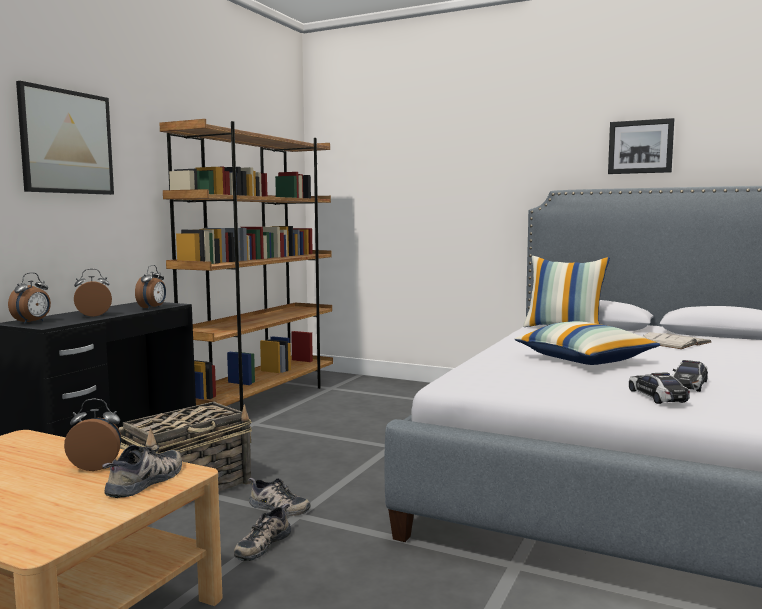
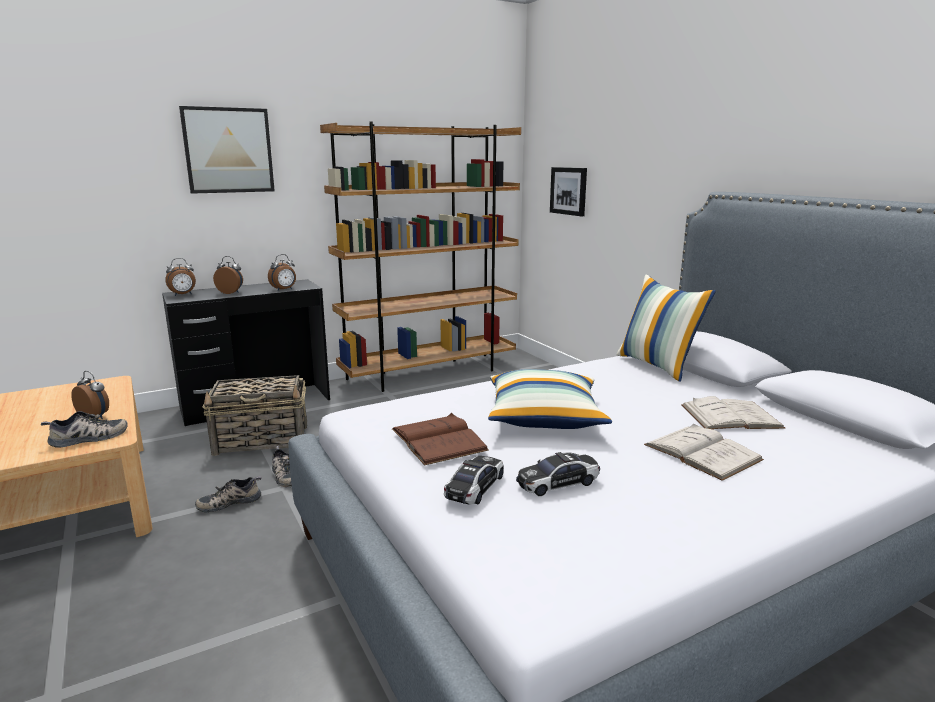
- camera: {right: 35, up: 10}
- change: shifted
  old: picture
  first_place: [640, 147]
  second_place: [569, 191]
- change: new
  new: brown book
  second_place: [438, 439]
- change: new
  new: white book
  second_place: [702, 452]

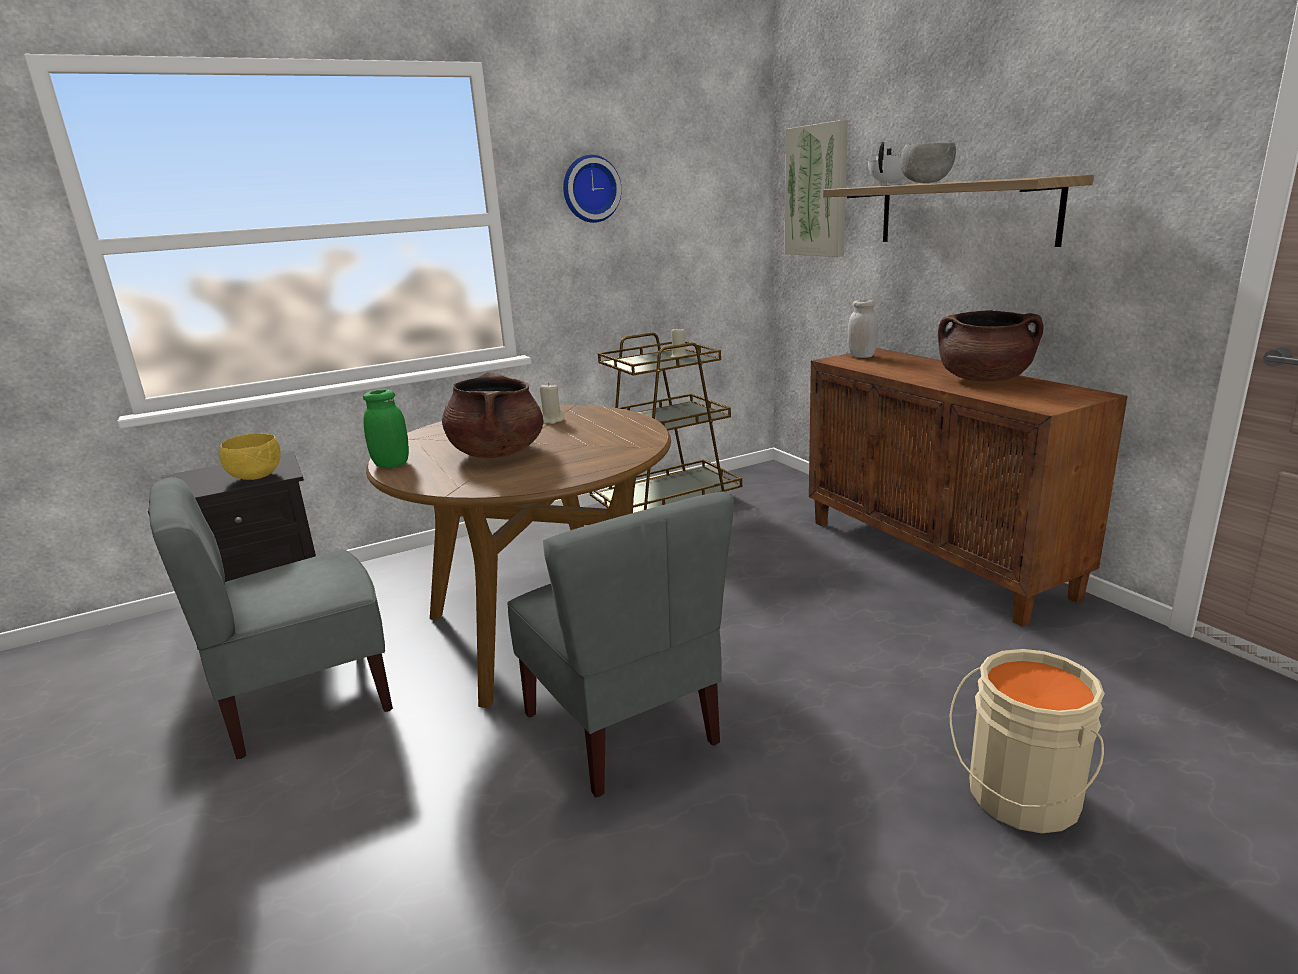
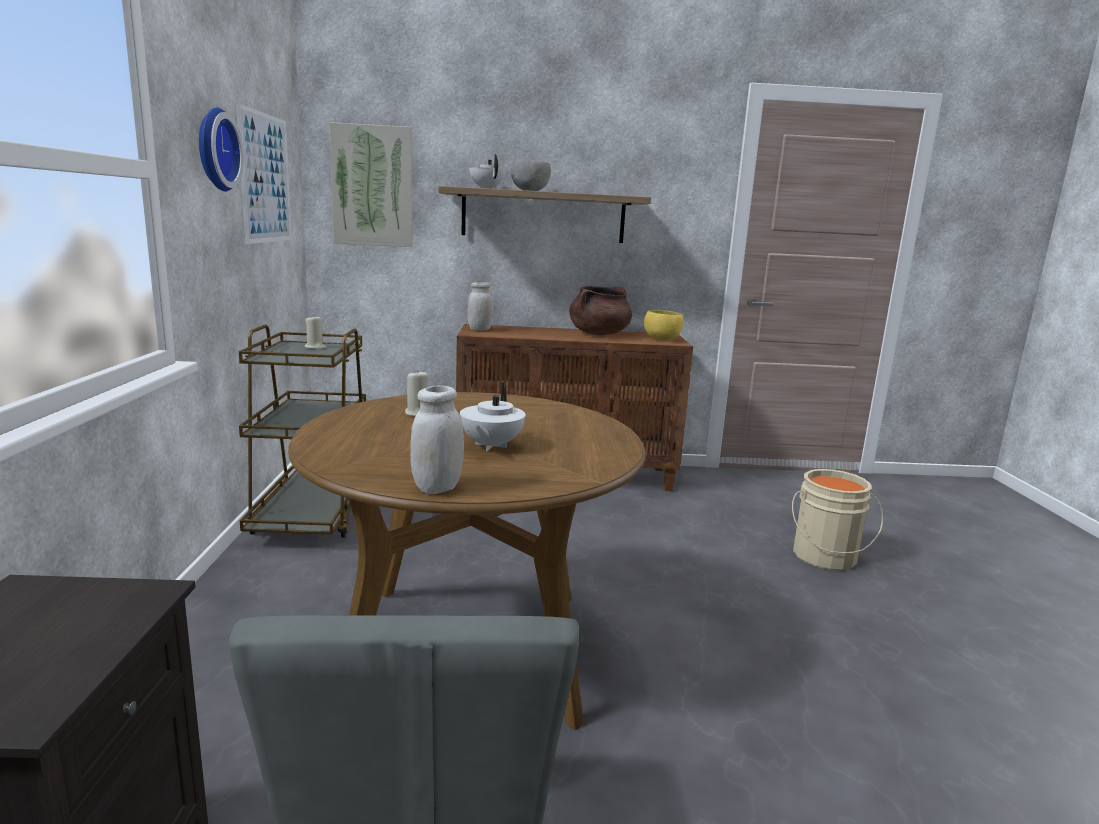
- camera: {right: -65, up: -5}
- change: shifted
  old: yellow bowl
  first_place: [257, 477]
  second_place: [661, 339]
- change: repainted
  old: green jar
  new: white jar
  first_place: [391, 464]
  second_place: [437, 488]
- change: swapped
  old: brown cooking pot
  new: white teapot
  first_place: [497, 453]
  second_place: [490, 446]
- change: gone
  old: grey chair
  first_place: [623, 728]
- change: new
  new: picture
  second_place: [265, 178]

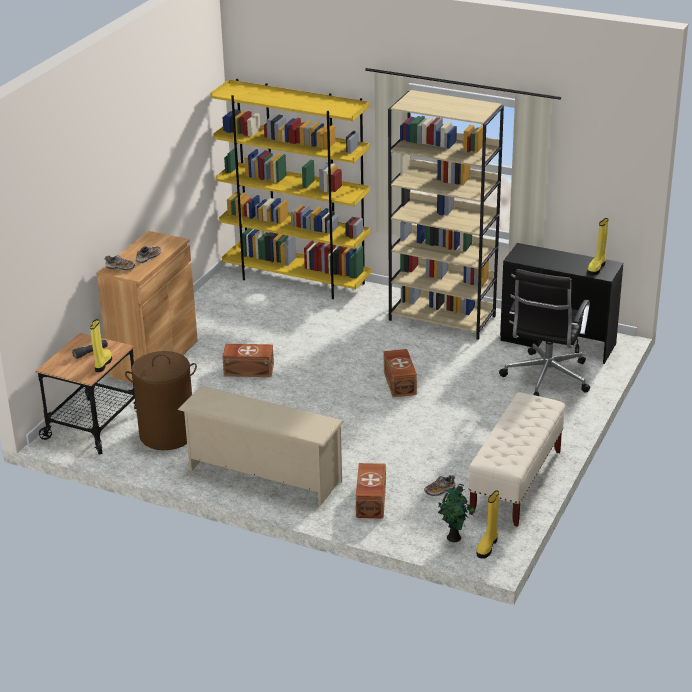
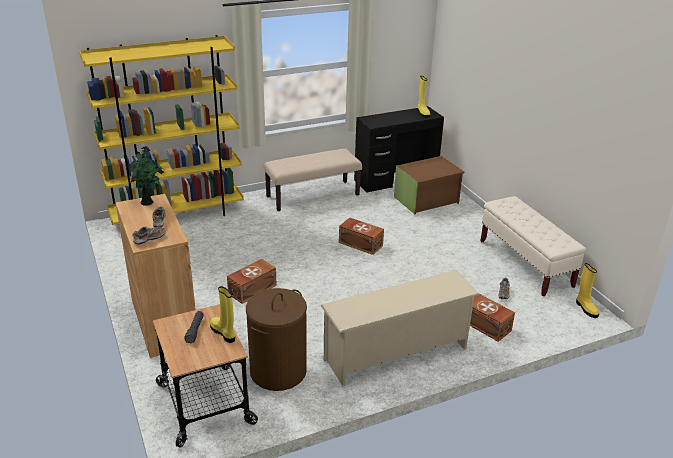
- camera: {right: -50, up: 0}
- change: swapped
  old: beige bookcase
  new: beige bench
  first_place: [443, 318]
  second_place: [313, 195]
- change: shifted
  old: potted plant
  first_place: [455, 538]
  second_place: [148, 202]
- change: swapped
  old: black office chair
  new: brown storage box
  first_place: [546, 378]
  second_place: [427, 200]

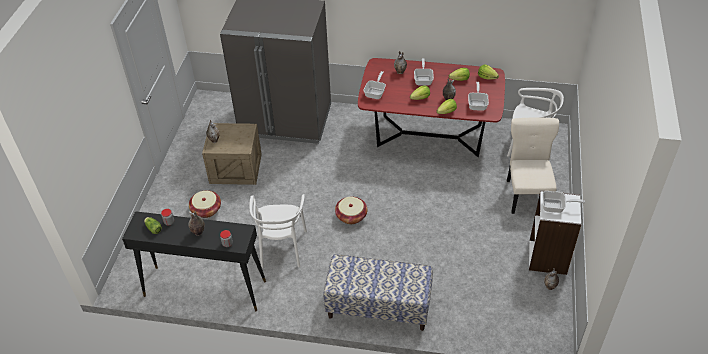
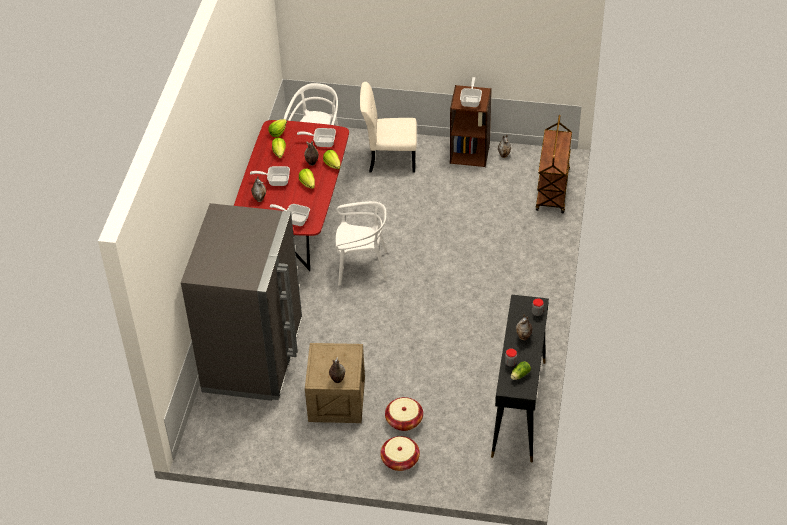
- camera: {right: -90, up: 0}
- change: shifted
  old: white chair
  first_place: [281, 248]
  second_place: [361, 267]
- change: gone
  old: bench
  first_place: [378, 307]
- change: shifted
  old: basket
  first_place: [351, 216]
  second_place: [400, 460]
- change: repainted
  old: white bookcase
  new: brown bookcase
  first_place: [548, 257]
  second_place: [470, 153]
- change: new
  new: brown cart
  second_place: [553, 191]

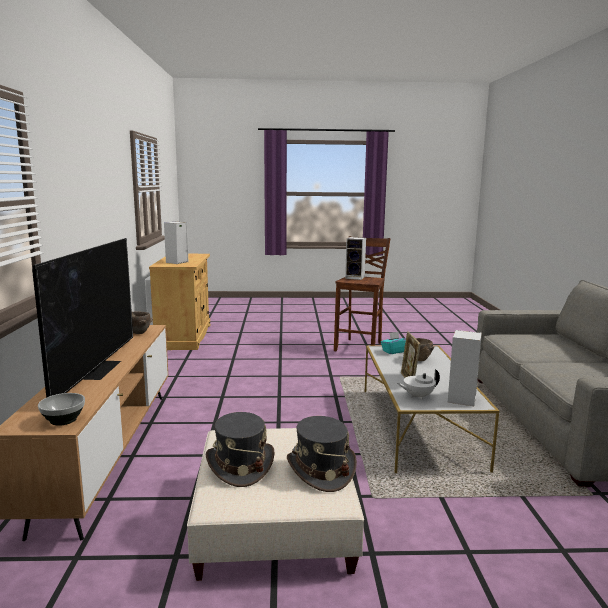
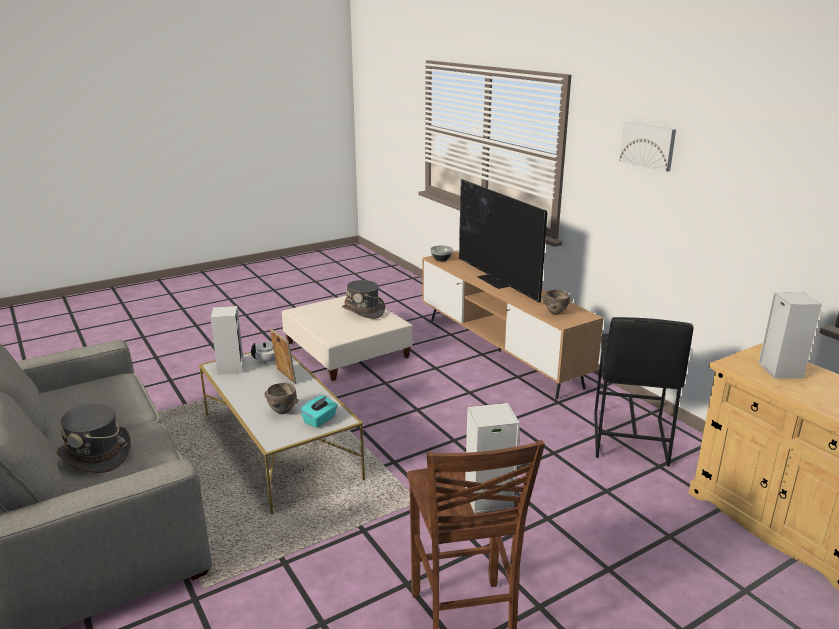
- camera: {right: 150, up: 10}
- change: shifted
  old: grey hat
  first_place: [320, 470]
  second_place: [96, 454]
- change: new
  new: black stool
  second_place: [628, 438]
- change: new
  new: picture
  second_place: [648, 145]

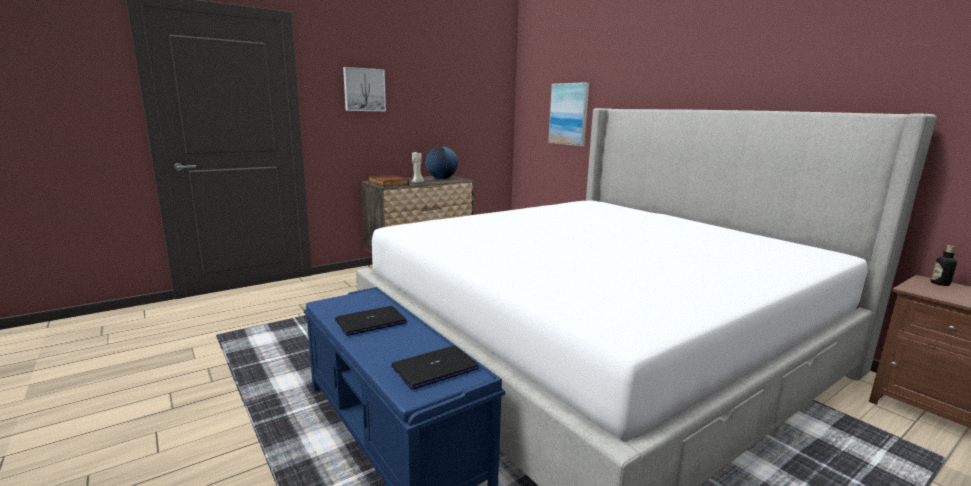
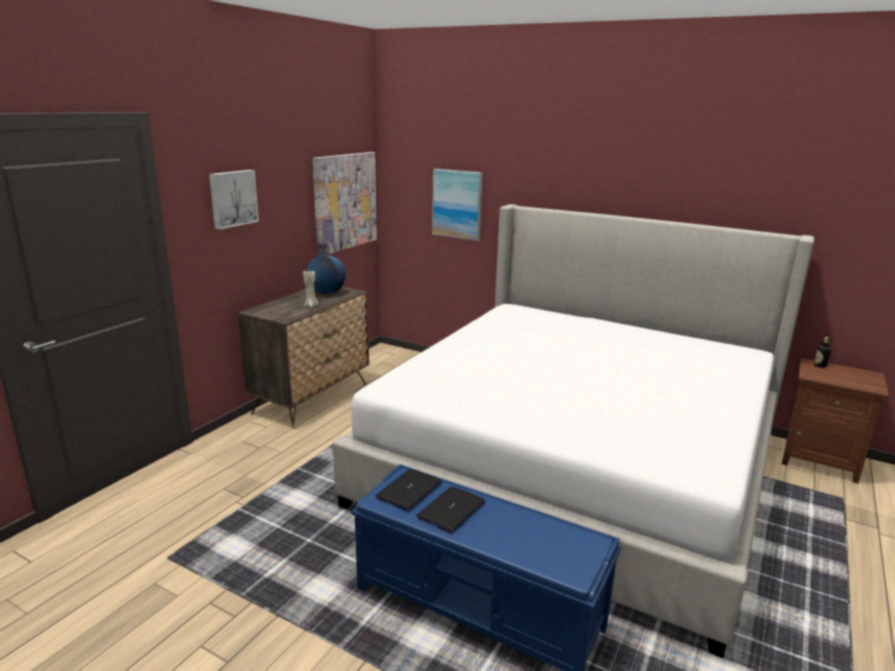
- camera: {right: -25, up: 5}
- change: gone
  old: book
  first_place: [387, 183]
- change: shifted
  old: laptop
  first_place: [435, 368]
  second_place: [409, 490]
- change: new
  new: picture
  second_place: [344, 202]

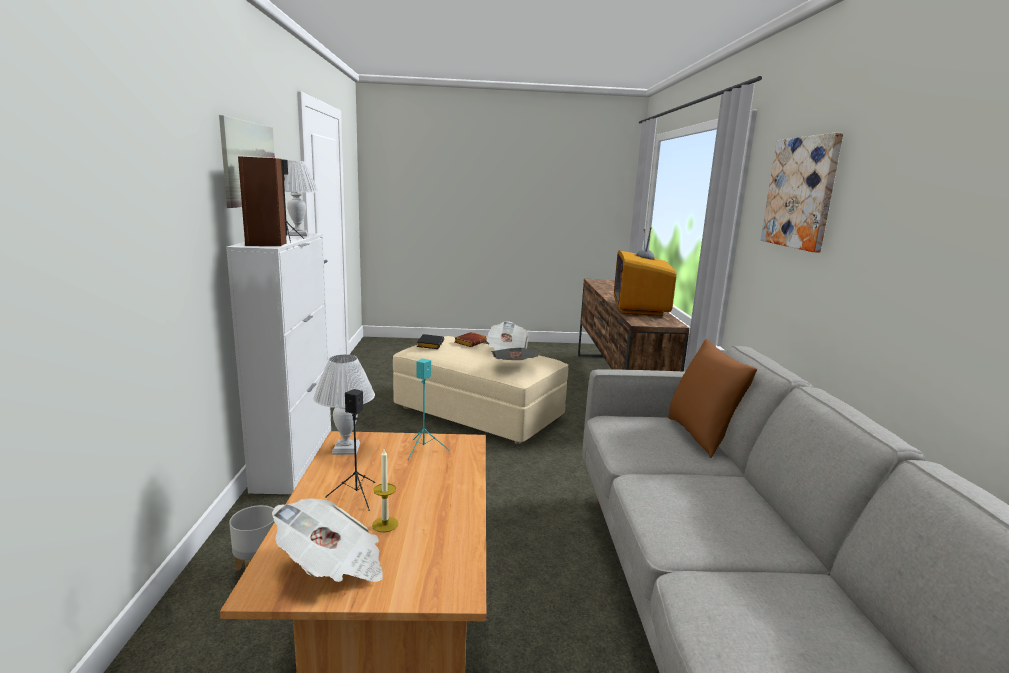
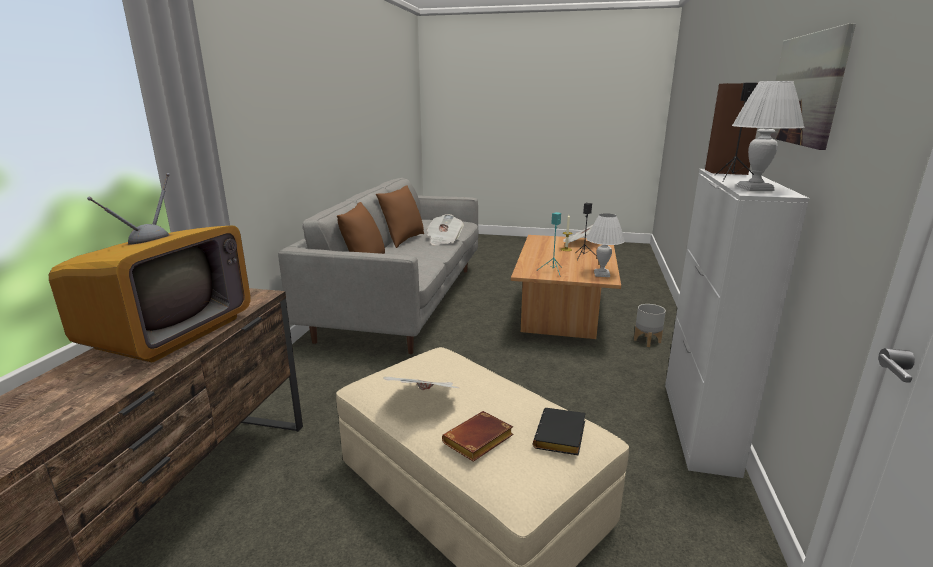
- camera: {right: -165, up: 5}
- change: shifted
  old: newspaper
  first_place: [514, 367]
  second_place: [444, 240]
- change: gone
  old: picture
  first_place: [801, 193]
- change: new
  new: brown pillow
  second_place: [402, 240]

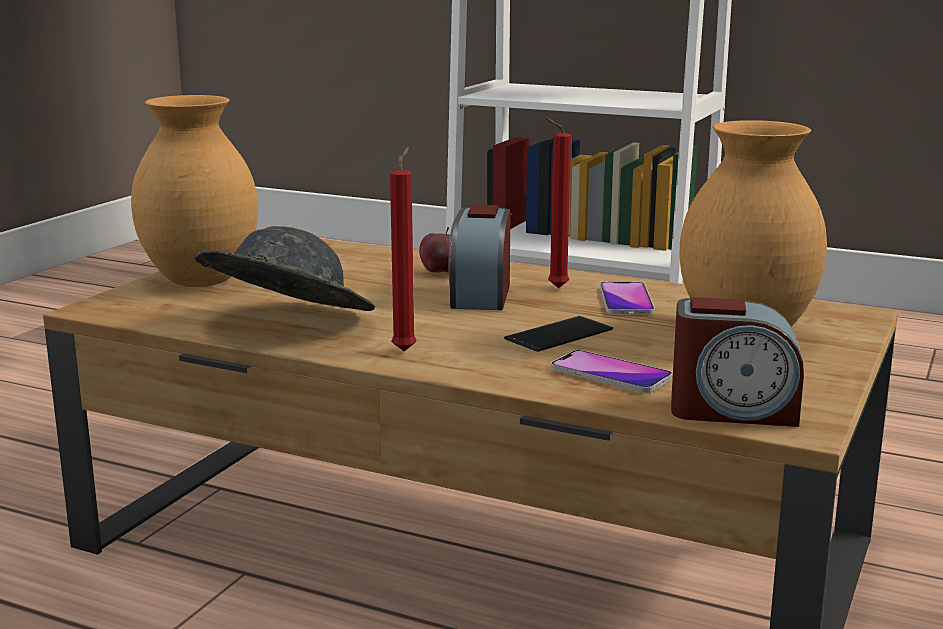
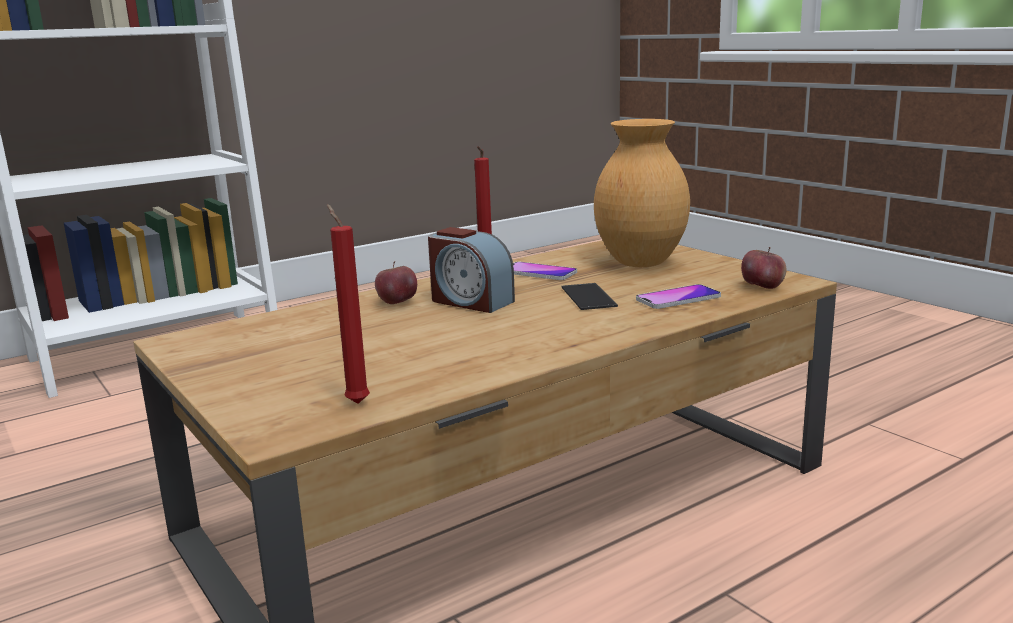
- camera: {right: -60, up: 0}
- change: gone
  old: brown vase
  first_place: [201, 282]
- change: gone
  old: grey hat
  first_place: [285, 326]
- change: shifted
  old: red candle
  first_place: [406, 350]
  second_place: [356, 402]
- change: swapped
  old: alarm clock
  new: apple
  first_place: [733, 410]
  second_place: [762, 287]

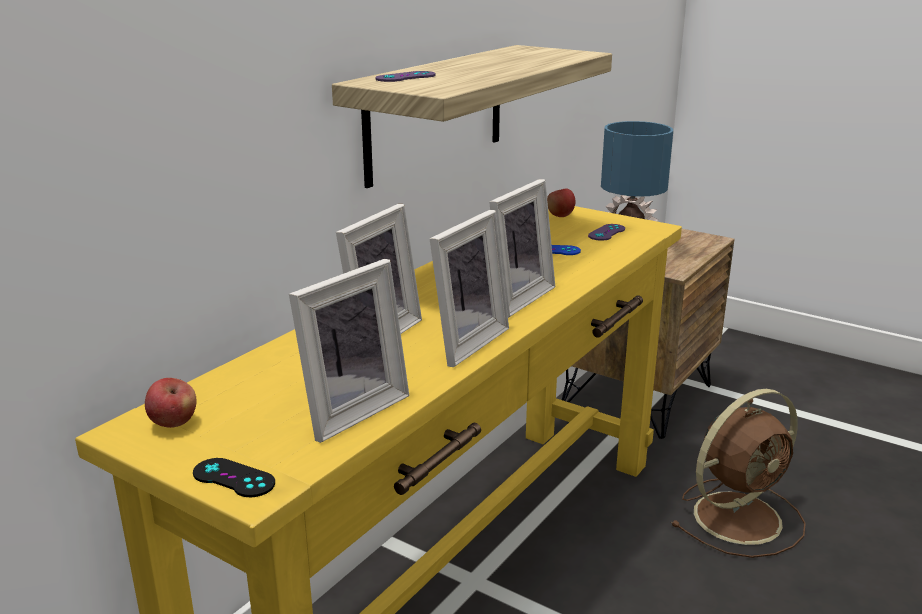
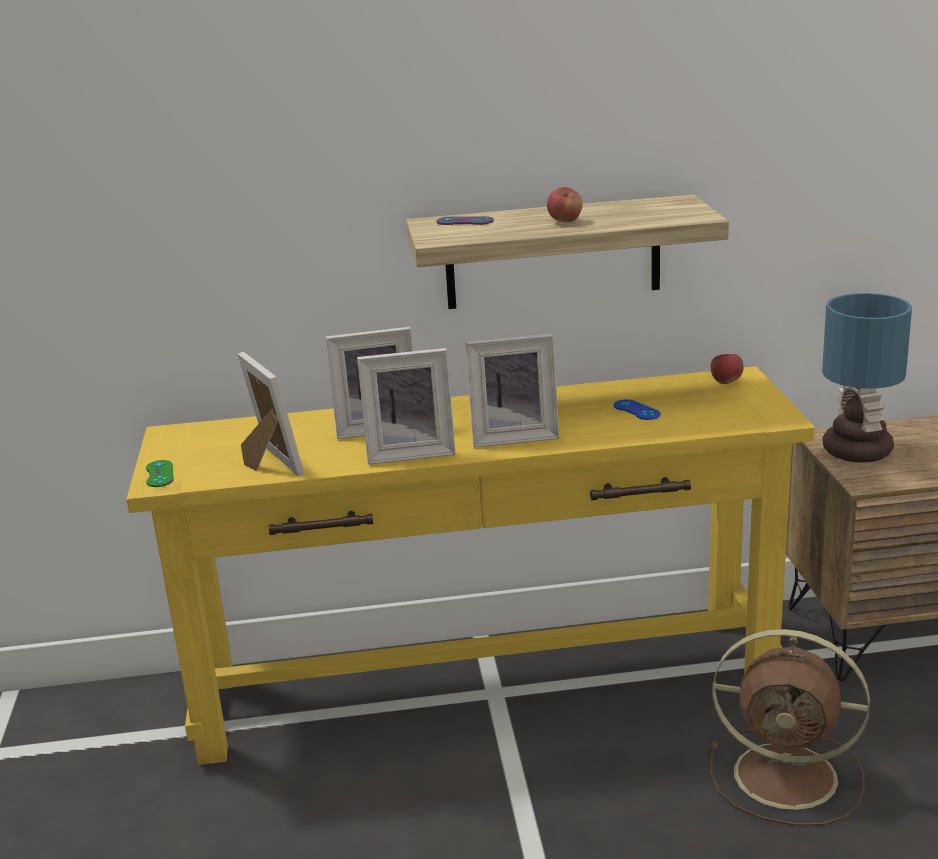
- camera: {right: 50, up: 0}
- change: shifted
  old: apple
  first_place: [173, 423]
  second_place: [565, 221]
- change: repainted
  old: black game controller
  new: green game controller
  first_place: [233, 478]
  second_place: [159, 474]
- change: rotated
  old: picture frame
  first_place: [349, 410]
  second_place: [268, 465]
  degrees: -120
- change: gone
  old: purple game controller
  first_place: [606, 232]

